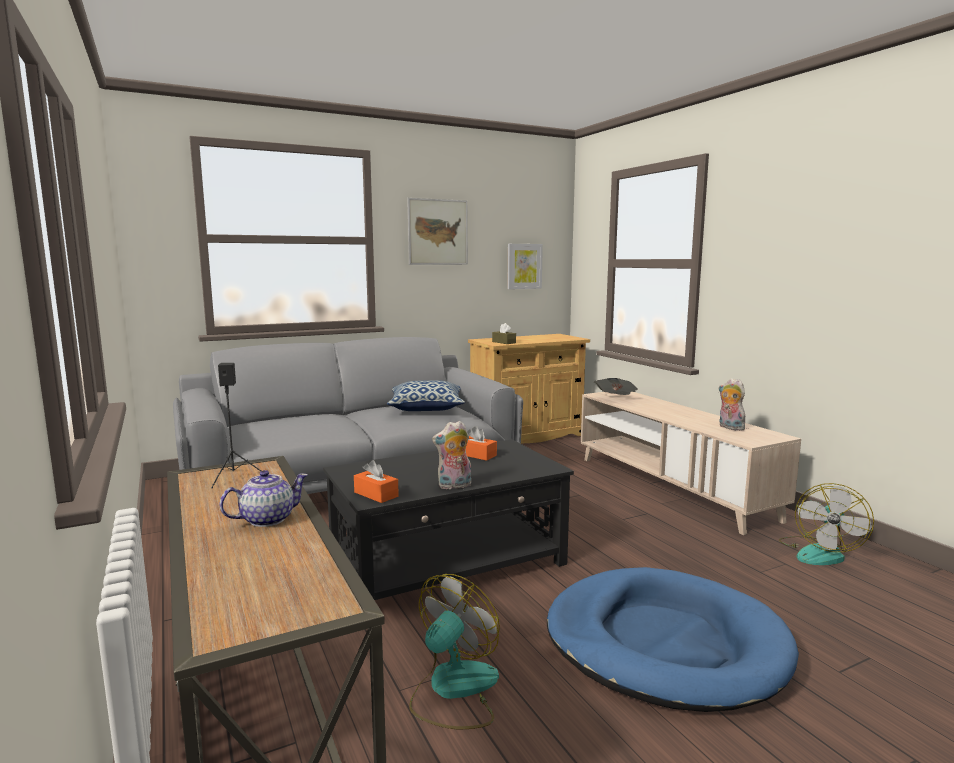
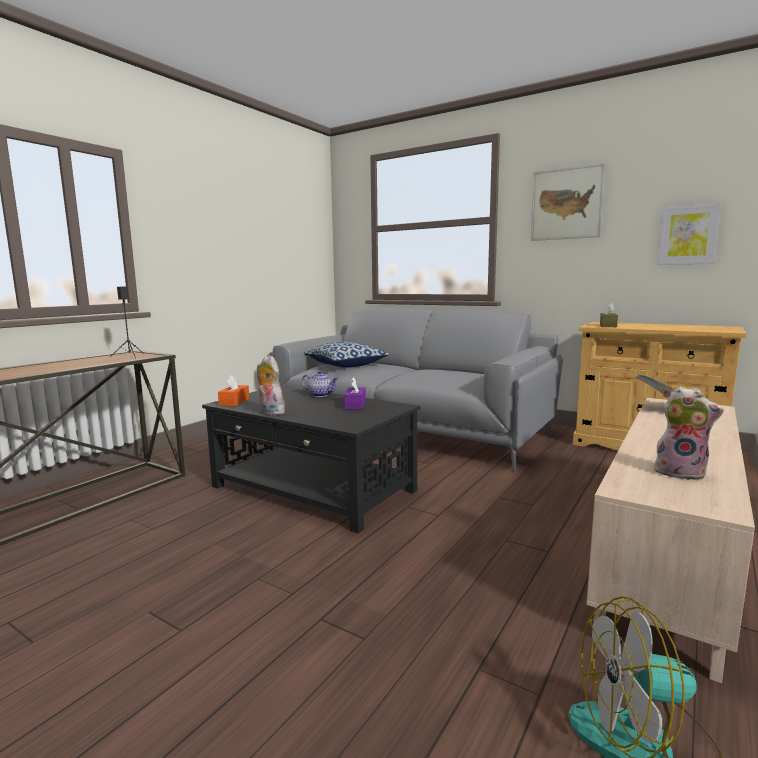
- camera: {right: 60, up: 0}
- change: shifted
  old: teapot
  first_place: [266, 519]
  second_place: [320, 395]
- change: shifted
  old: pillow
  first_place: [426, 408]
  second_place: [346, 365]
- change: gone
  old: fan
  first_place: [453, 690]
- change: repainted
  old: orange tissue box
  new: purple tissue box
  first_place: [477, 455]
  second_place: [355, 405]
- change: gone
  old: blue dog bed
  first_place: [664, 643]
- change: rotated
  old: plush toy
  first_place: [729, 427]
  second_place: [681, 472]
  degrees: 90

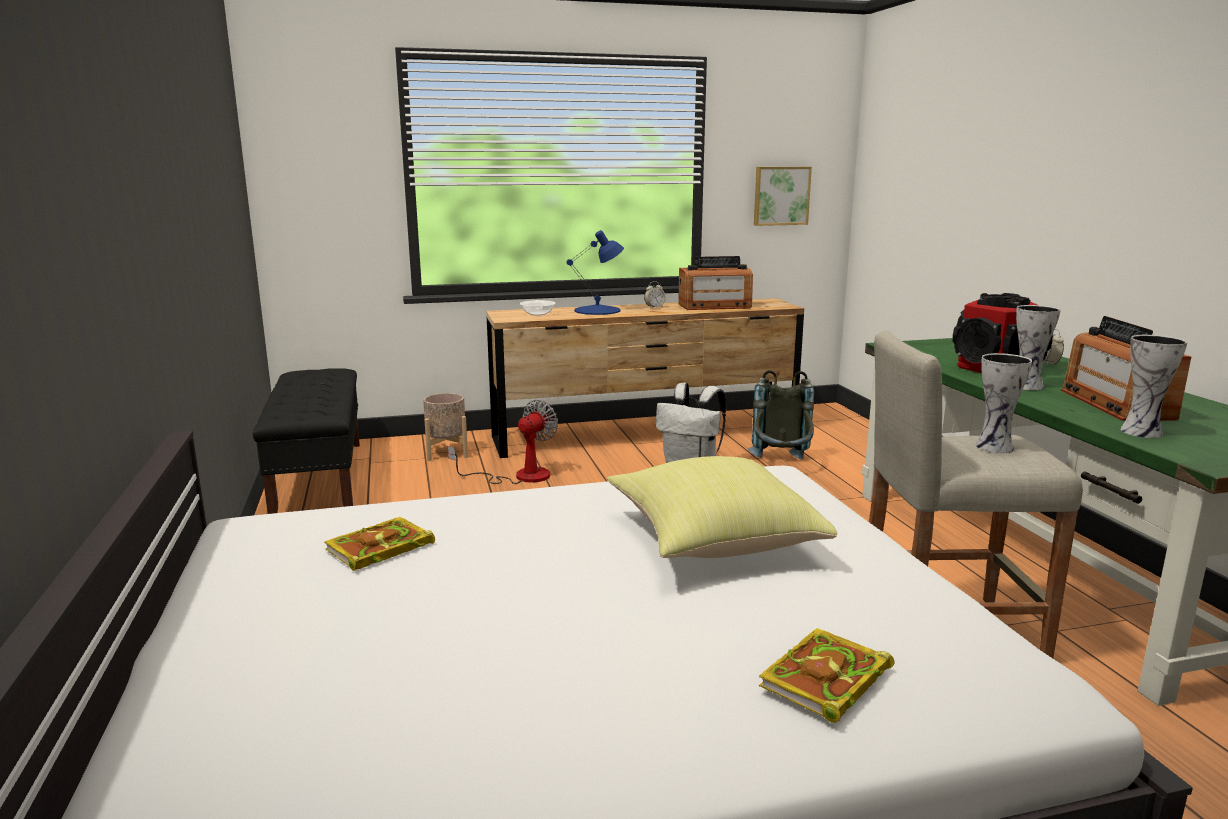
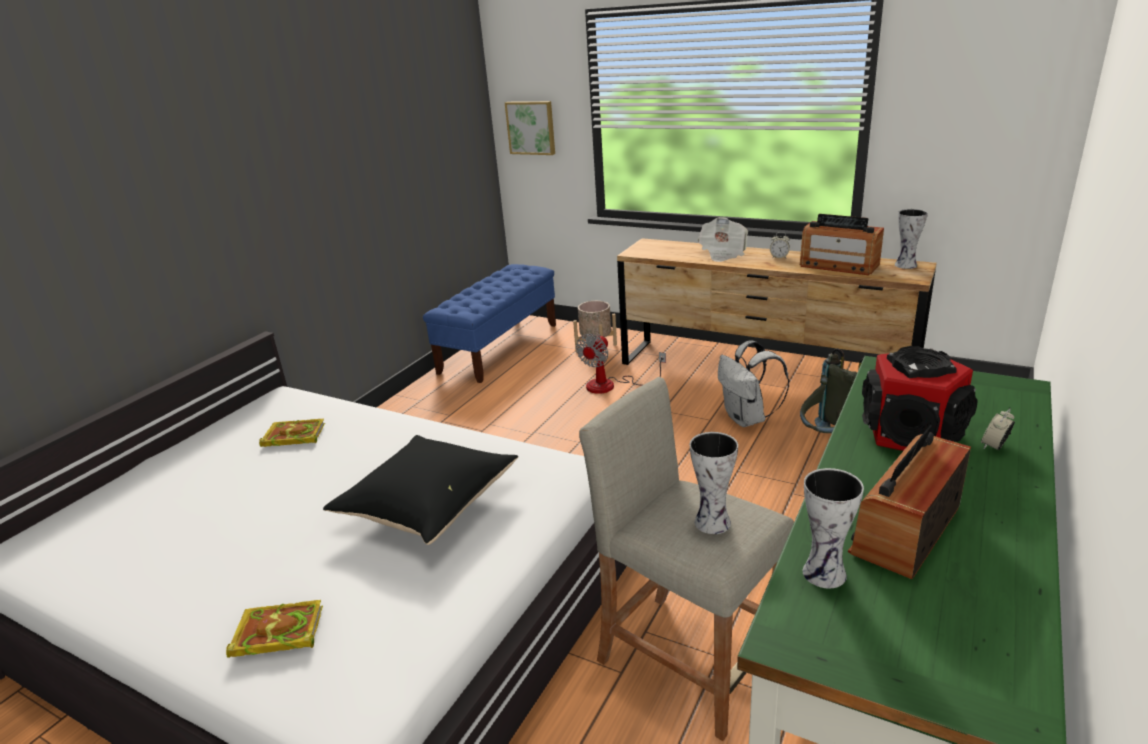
- camera: {right: 45, up: 10}
- change: repainted
  old: black bench
  new: blue bench
  first_place: [319, 478]
  second_place: [499, 348]
- change: rotated
  old: fan
  first_place: [519, 476]
  second_place: [611, 385]
  degrees: 135
- change: gone
  old: bowl
  first_place: [537, 314]
- change: swapped
  old: blue table lamp
  new: newspaper
  first_place: [598, 310]
  second_place: [722, 253]
- change: repainted
  old: yellow pillow
  new: black pillow
  first_place: [711, 539]
  second_place: [429, 507]
- change: shifted
  old: picture
  first_place: [781, 195]
  second_place: [531, 127]
- change: shifted
  old: vase
  first_place: [1028, 386]
  second_place: [906, 265]

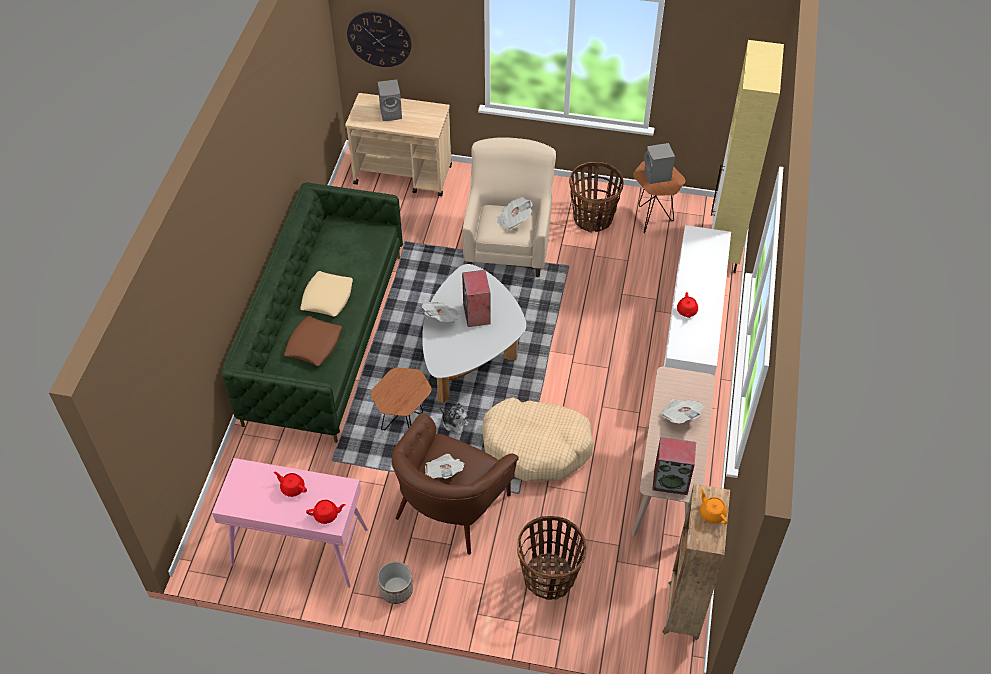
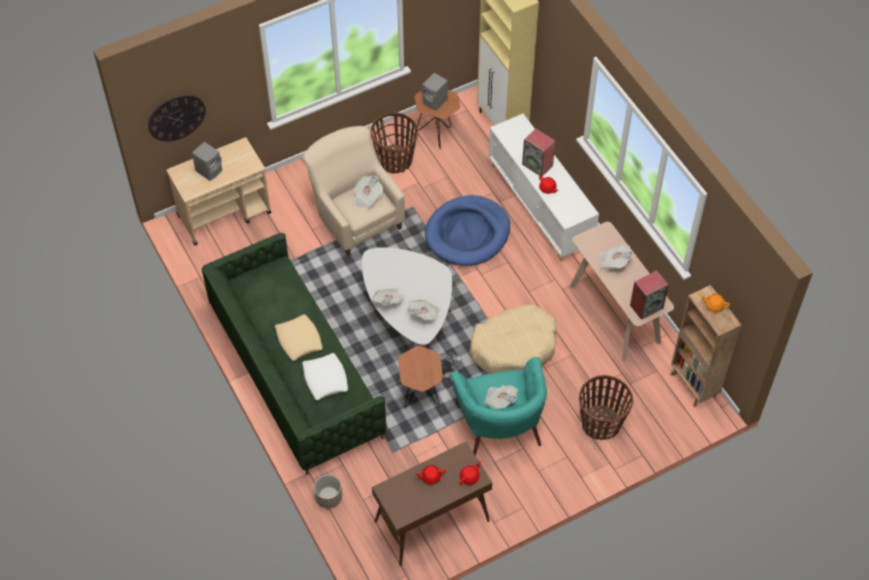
- camera: {right: -40, up: 5}
- change: repainted
  old: pink console table
  new: brown console table
  first_place: [299, 547]
  second_place: [431, 522]
- change: repainted
  old: brown pillow
  new: white pillow
  first_place: [314, 344]
  second_place: [325, 379]
- change: shifted
  old: planter
  first_place: [396, 589]
  second_place: [328, 497]
- change: repainted
  old: brown armchair
  new: turquoise armchair
  first_place: [451, 506]
  second_place: [499, 424]
- change: shifted
  old: speaker
  first_place: [477, 314]
  second_place: [538, 165]
- change: new
  new: newspaper
  second_place: [425, 314]
- change: new
  new: blue dog bed
  second_place: [467, 233]

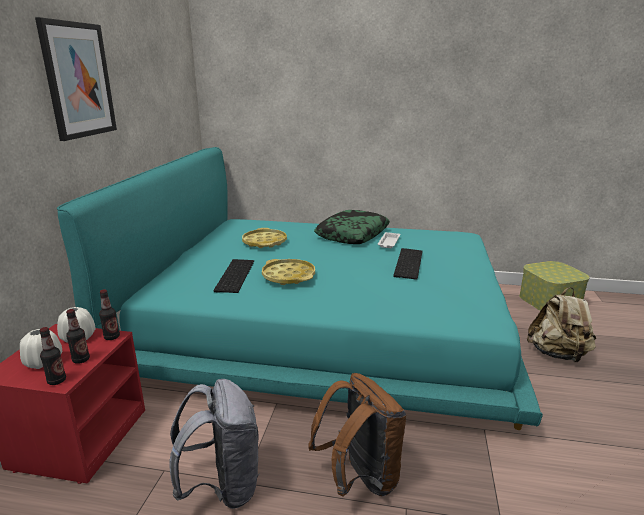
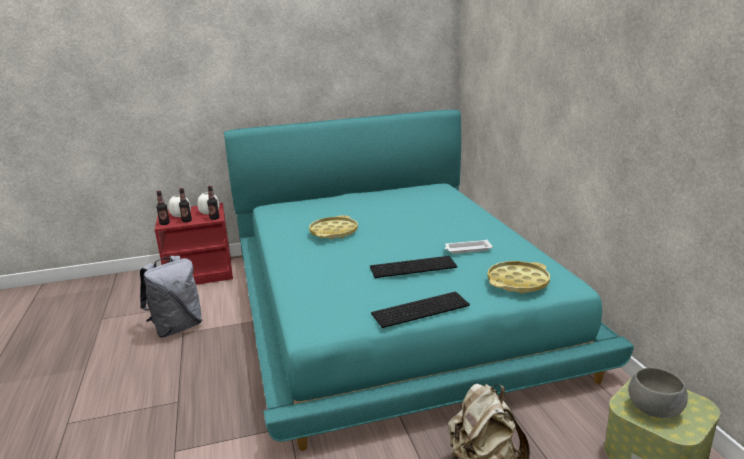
- camera: {right: 65, up: 0}
- change: gone
  old: picture
  first_place: [78, 80]
- change: shifted
  old: keyboard
  first_place: [234, 275]
  second_place: [420, 308]
- change: shifted
  old: yellow tray
  first_place: [264, 242]
  second_place: [518, 282]
- change: gone
  old: brown backpack
  first_place: [360, 478]
- change: gone
  old: pillow
  first_place: [352, 234]
- change: new
  new: grey bowl
  second_place: [653, 409]

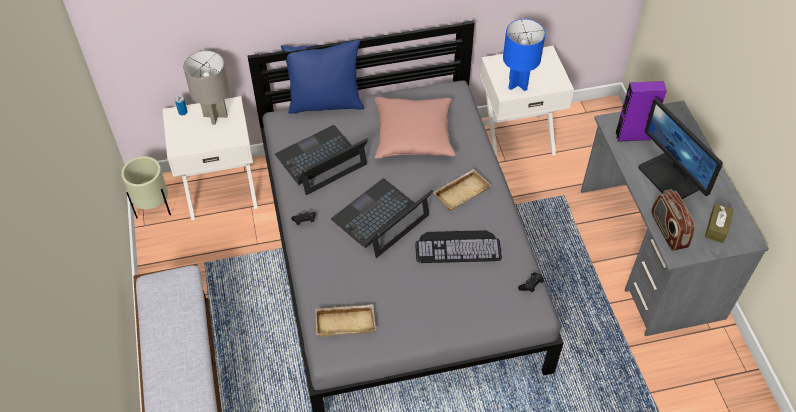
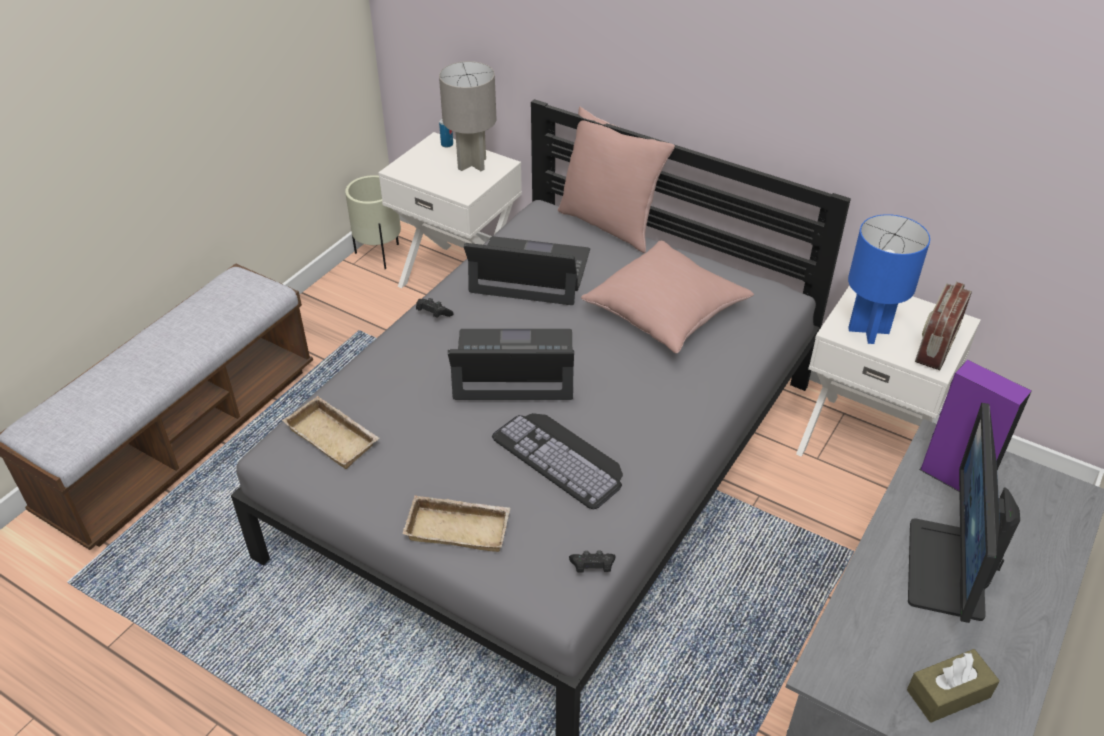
- camera: {right: 45, up: -10}
- change: repainted
  old: blue pillow
  new: pink pillow
  first_place: [325, 103]
  second_place: [610, 225]
- change: shifted
  old: beige tray
  first_place: [461, 191]
  second_place: [459, 527]
- change: shifted
  old: radio
  first_place: [668, 230]
  second_place: [936, 346]

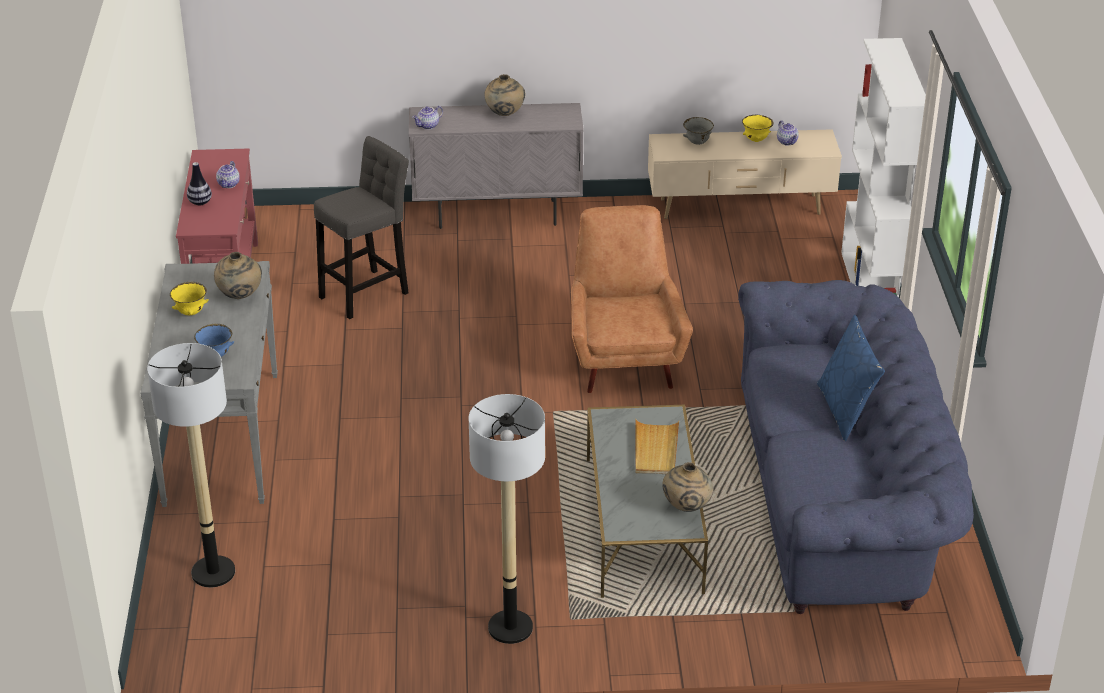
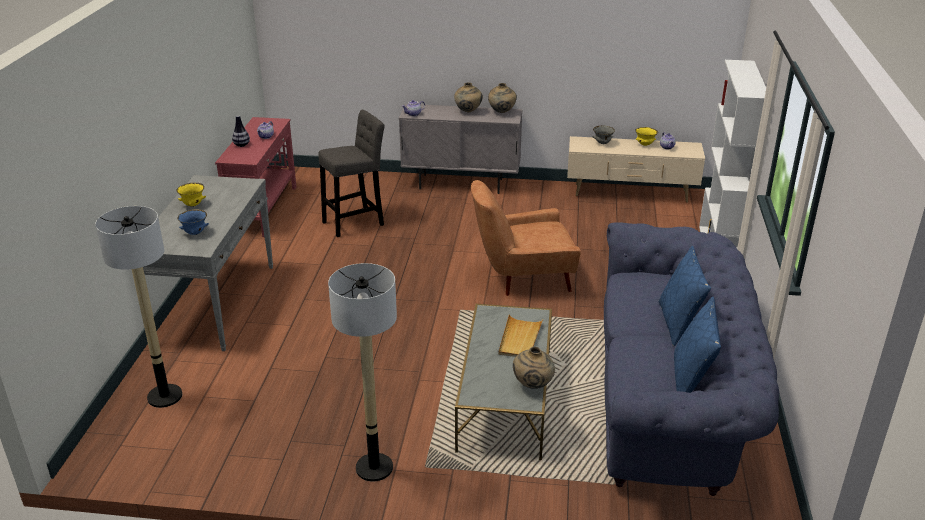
- camera: {right: 10, up: -5}
- change: shifted
  old: beige vase
  first_place: [240, 296]
  second_place: [502, 112]
- change: rotated
  old: brown armchair
  first_place: [623, 357]
  second_place: [523, 278]
  degrees: -105
- change: new
  new: blue pillow
  second_place: [691, 379]

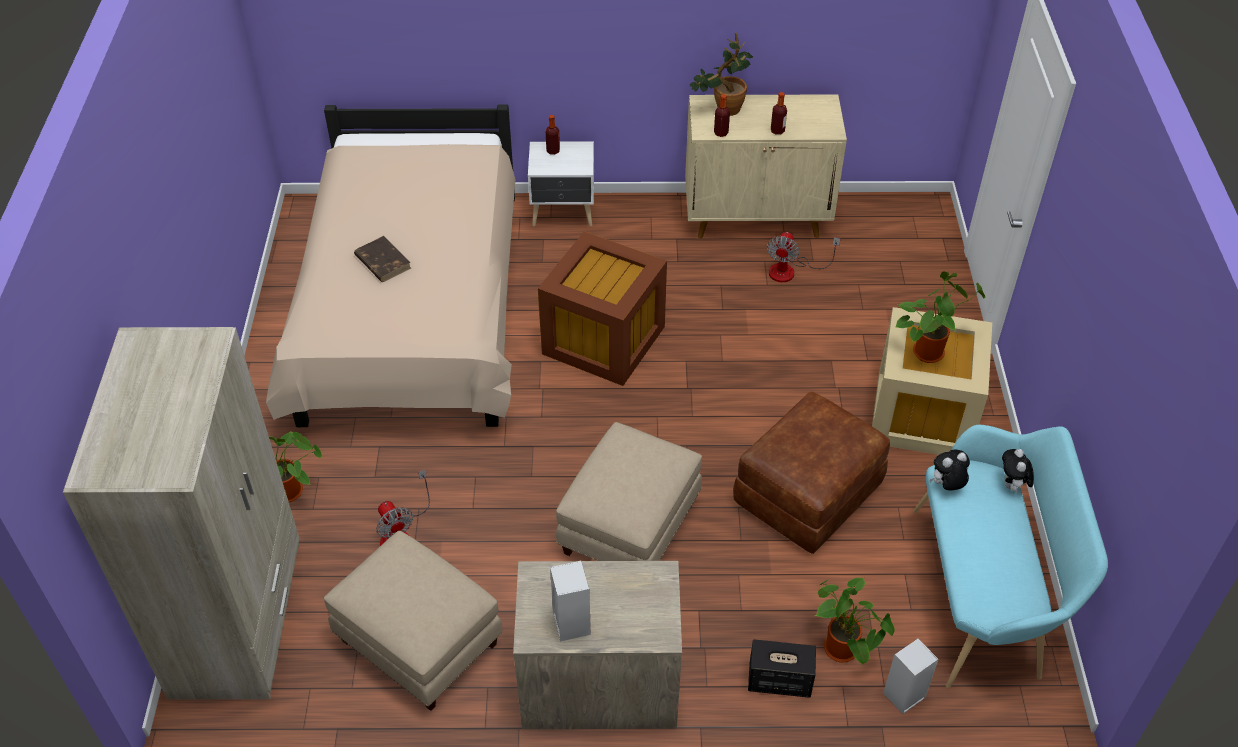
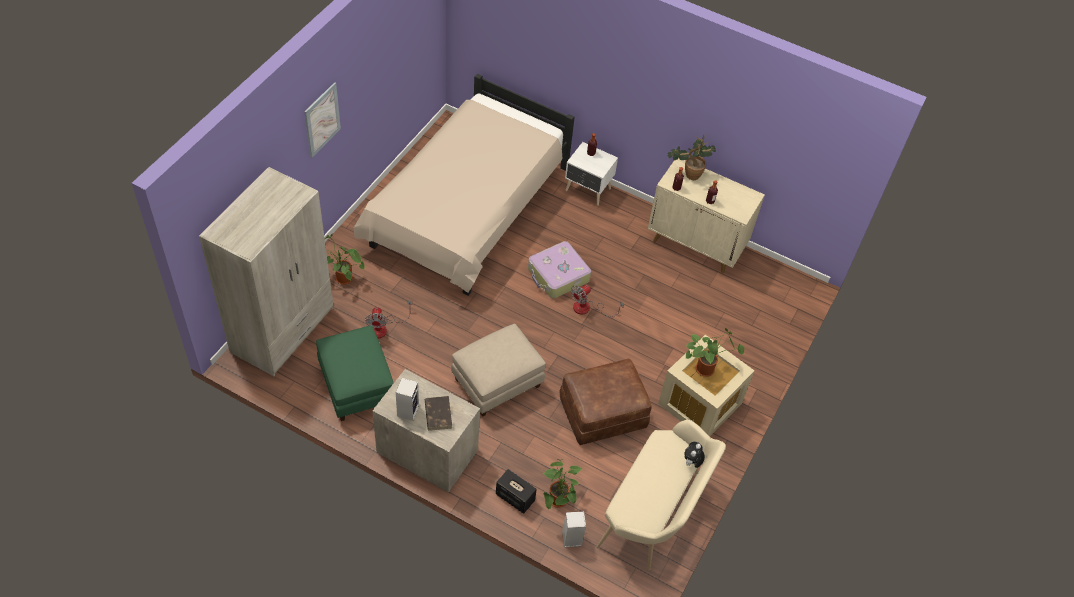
- camera: {right: 25, up: 5}
- change: repainted
  old: beige ottoman
  new: green ottoman
  first_place: [417, 643]
  second_place: [356, 386]
- change: shifted
  old: brown book
  first_place: [382, 261]
  second_place: [438, 414]
- change: swapped
  old: brown storage box
  new: suitcase
  first_place: [605, 339]
  second_place: [558, 275]
- change: shifted
  old: fan
  first_place: [790, 271]
  second_place: [588, 308]
- change: repainted
  old: turquoise bench
  new: beige bench
  first_place: [984, 595]
  second_place: [654, 514]
- change: gone
  old: plush toy
  first_place: [946, 486]
- change: new
  new: picture
  second_place: [322, 120]

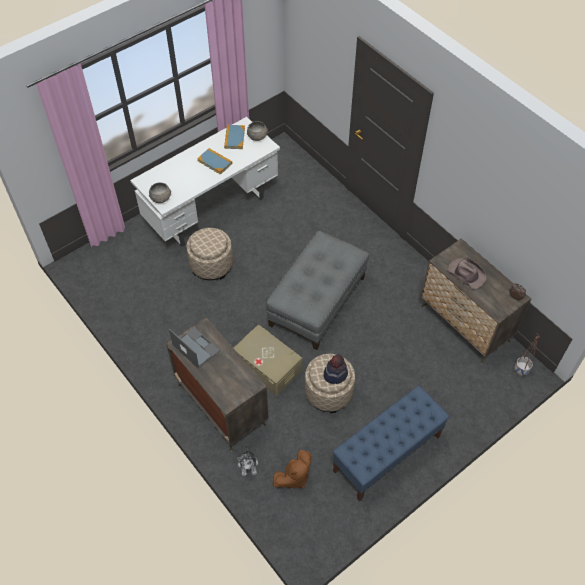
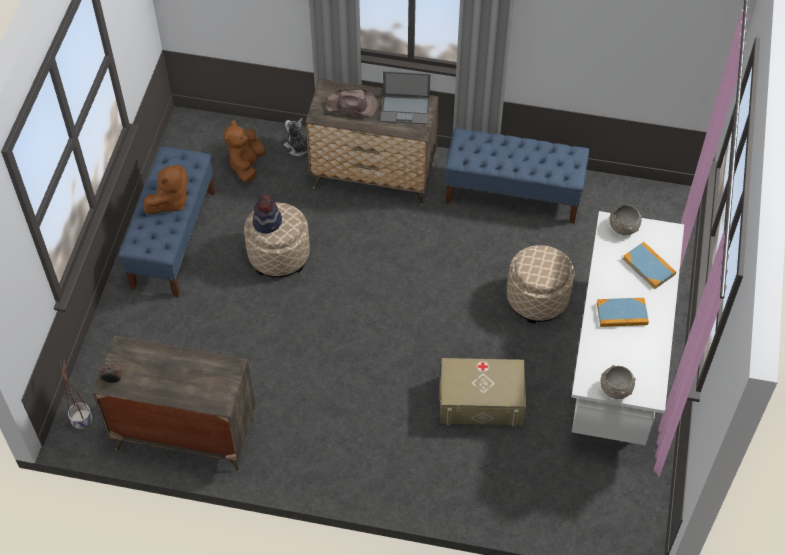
- camera: {right: 140, up: 0}
- change: shifted
  old: book
  first_place: [234, 138]
  second_place: [649, 266]
- change: shifted
  old: beige storage box
  first_place: [267, 366]
  second_place: [481, 400]
- change: gone
  old: grey ottoman
  first_place: [317, 301]
- change: shifted
  old: brown hat
  first_place: [466, 273]
  second_place: [352, 105]
- change: new
  new: brown plush toy
  second_place: [170, 201]
- change: new
  new: blue bench
  second_place: [513, 194]

